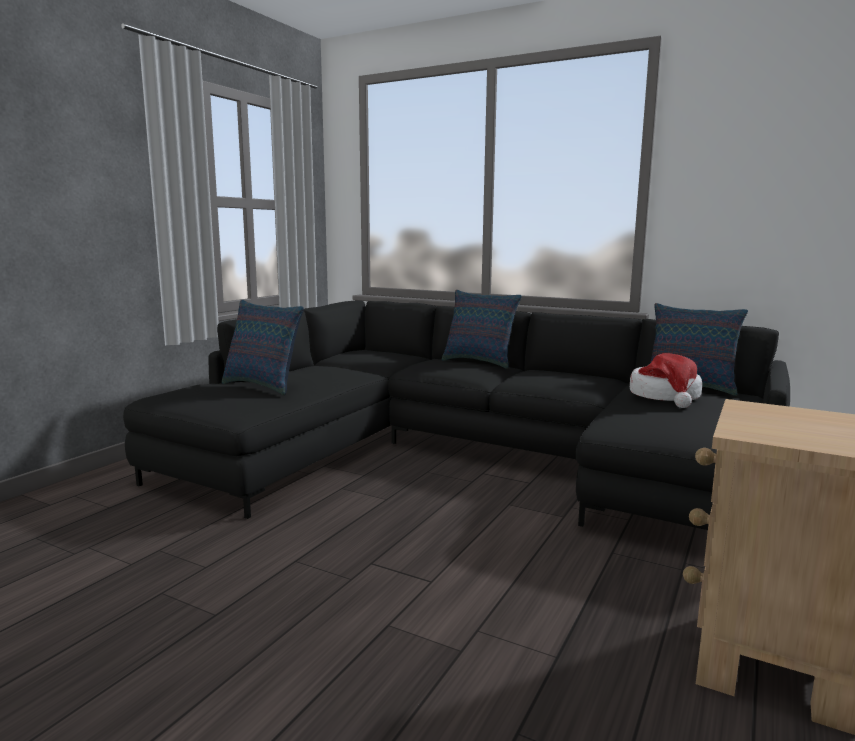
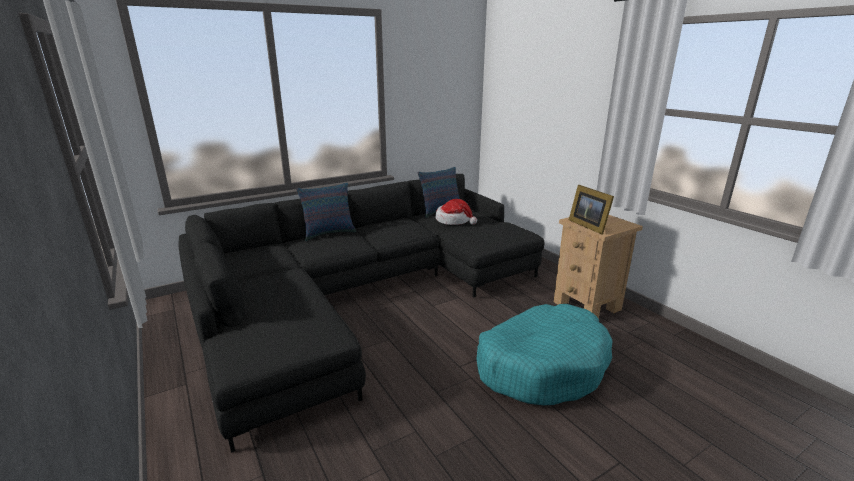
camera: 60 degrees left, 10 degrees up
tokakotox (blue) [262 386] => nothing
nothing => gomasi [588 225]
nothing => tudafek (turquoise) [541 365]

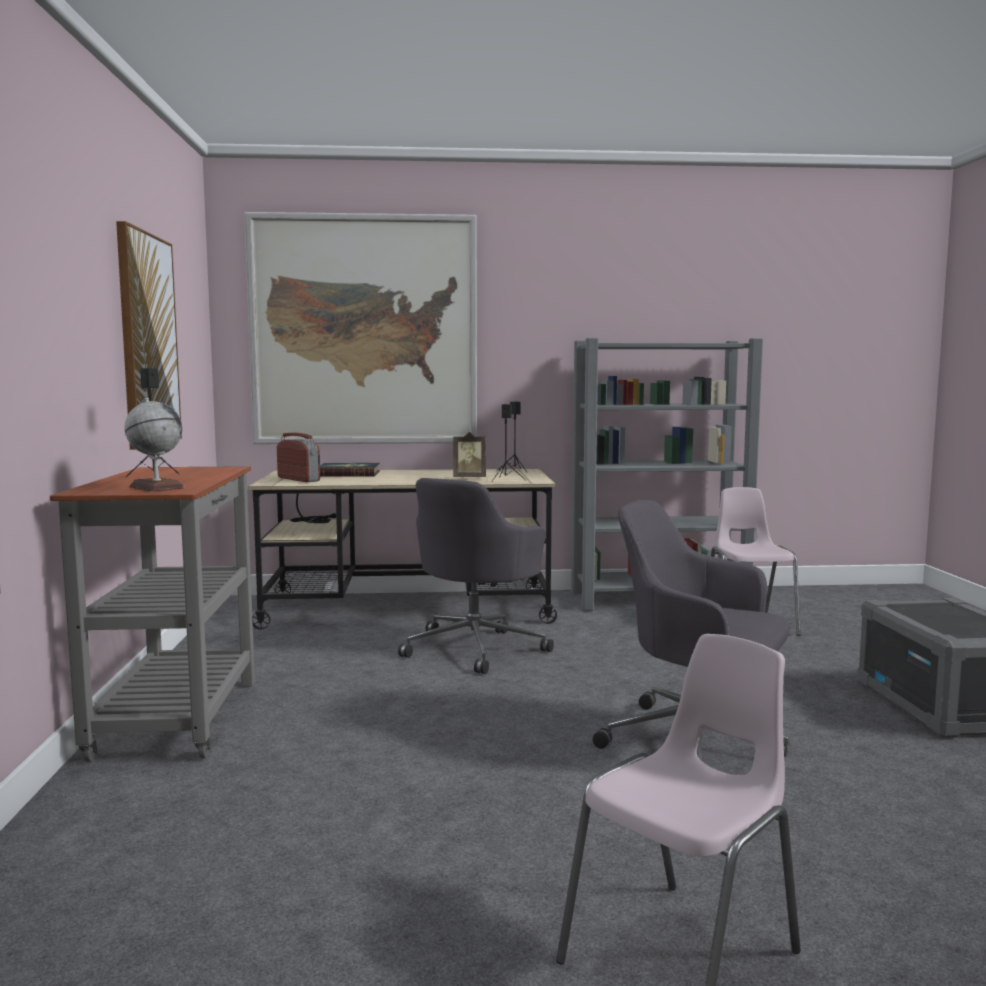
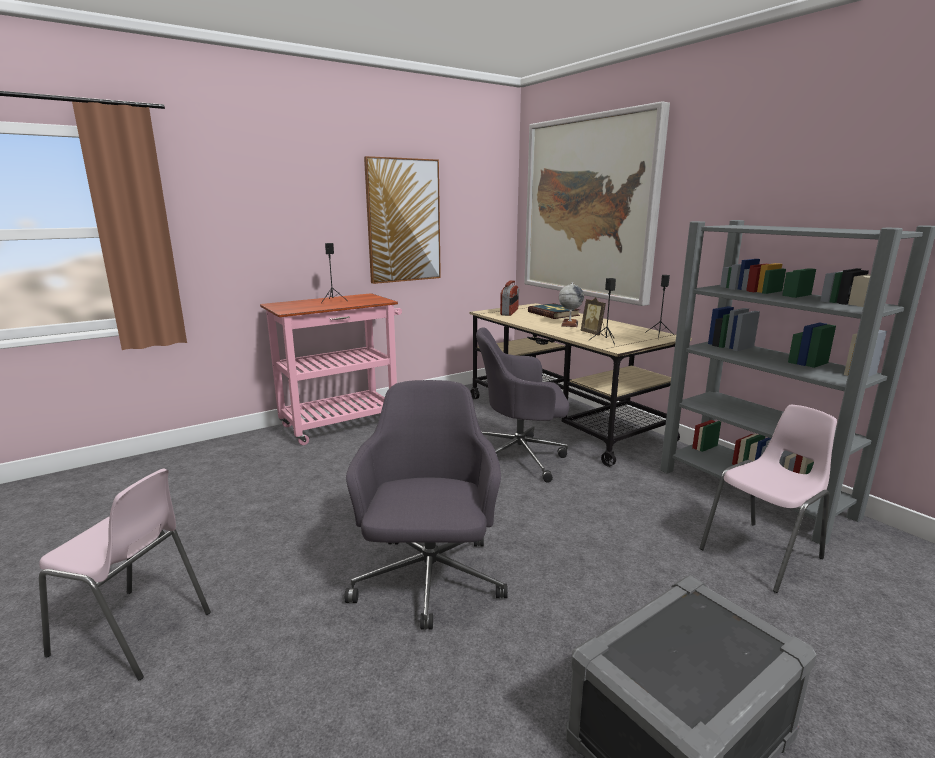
camera: 60 degrees right, 10 degrees up
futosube [156 487] => futosube [569 324], moved
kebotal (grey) [178 718] => kebotal (pink) [341 424]

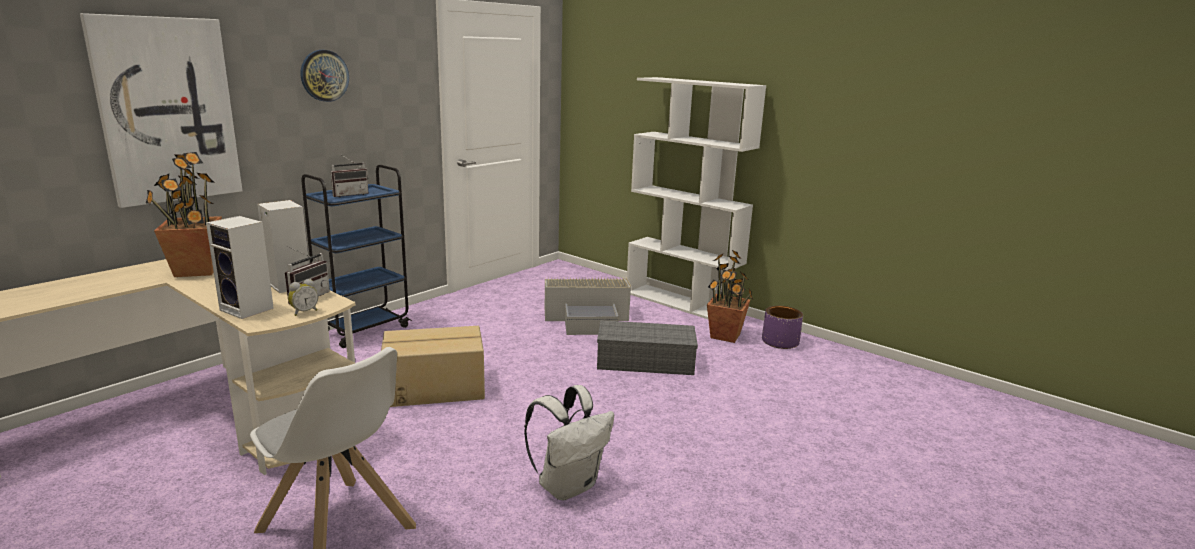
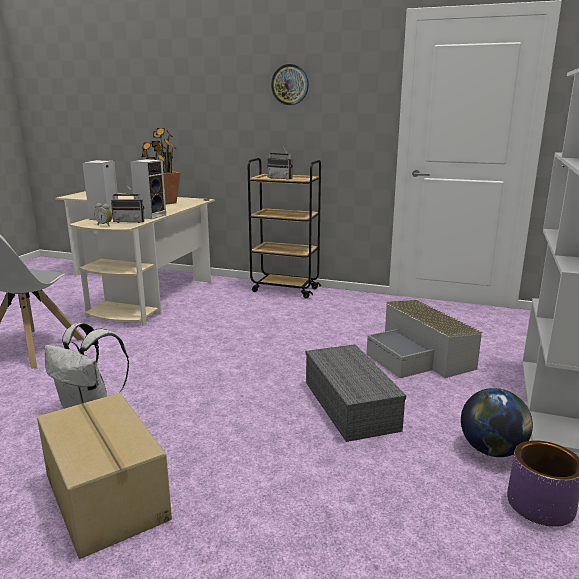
camera: 70 degrees right, 0 degrees up
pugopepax [167 111] => nothing
kebotal (blue) [365 331] => kebotal (brown) [286 290]
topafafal [725 336] => futosube [492 450]
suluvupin [434 388] => suluvupin [108 496], moved

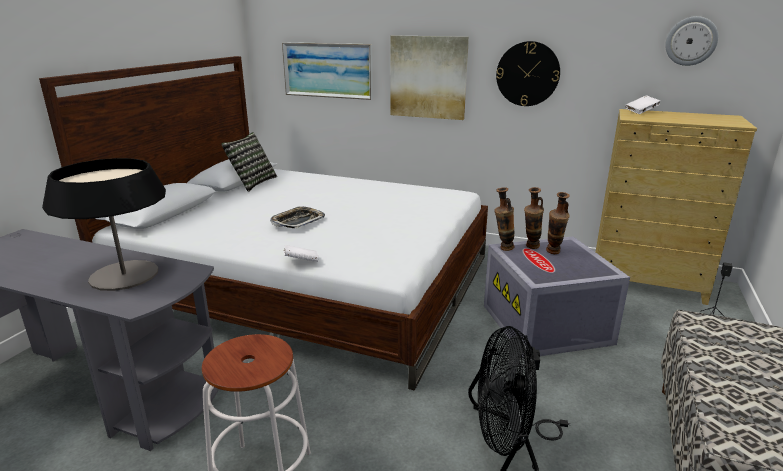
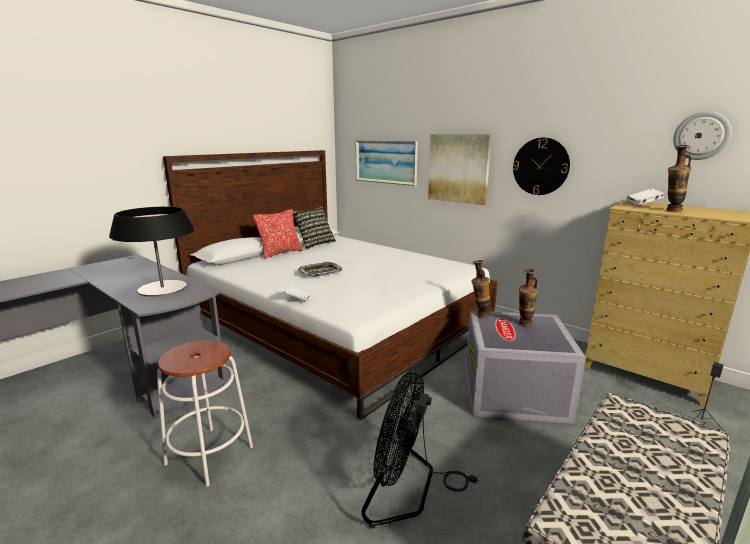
camera: 20 degrees right, 5 degrees down
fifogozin [530 248] => fifogozin [671 211], moved
nothing => tokakotox [280 253]

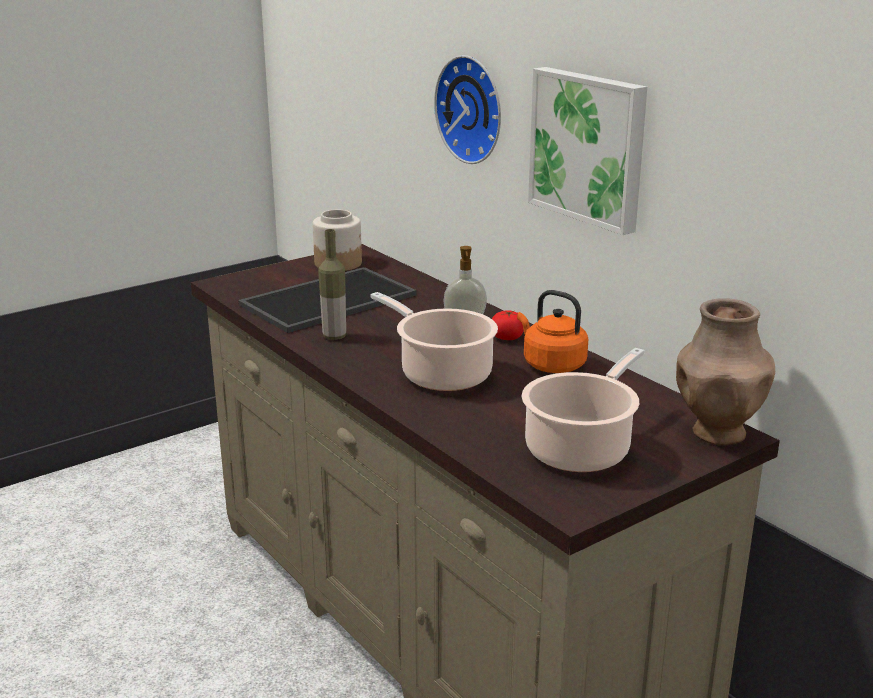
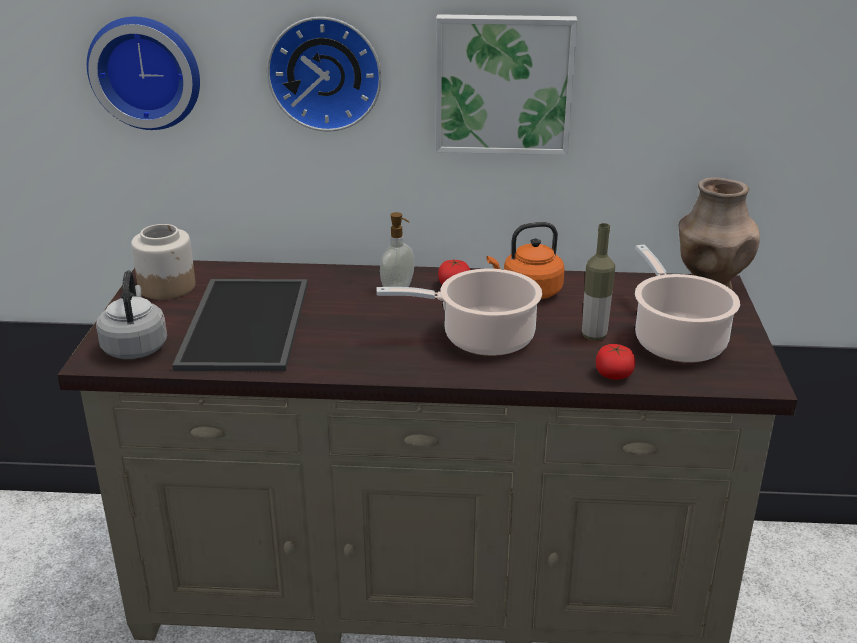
camera: 50 degrees left, 5 degrees up
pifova [334 336] => pifova [594 336], moved
nothing => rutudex [146 71]
nothing => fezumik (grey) [135 347]
nothing => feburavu [614 374]

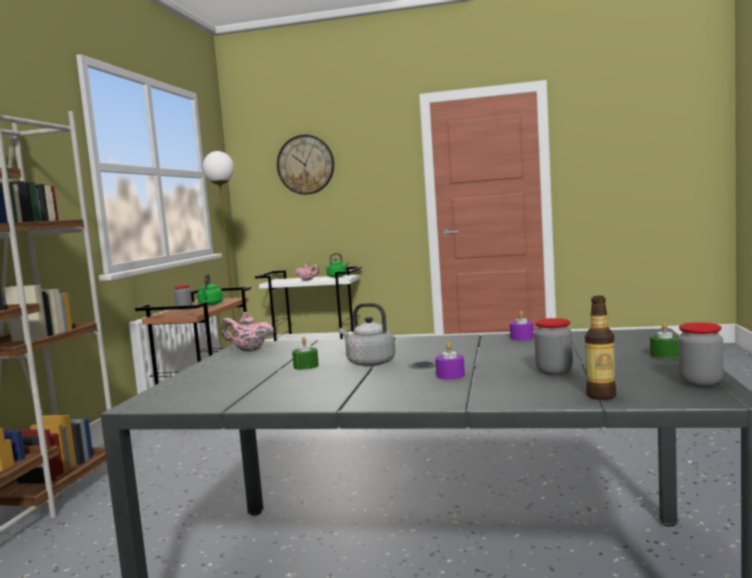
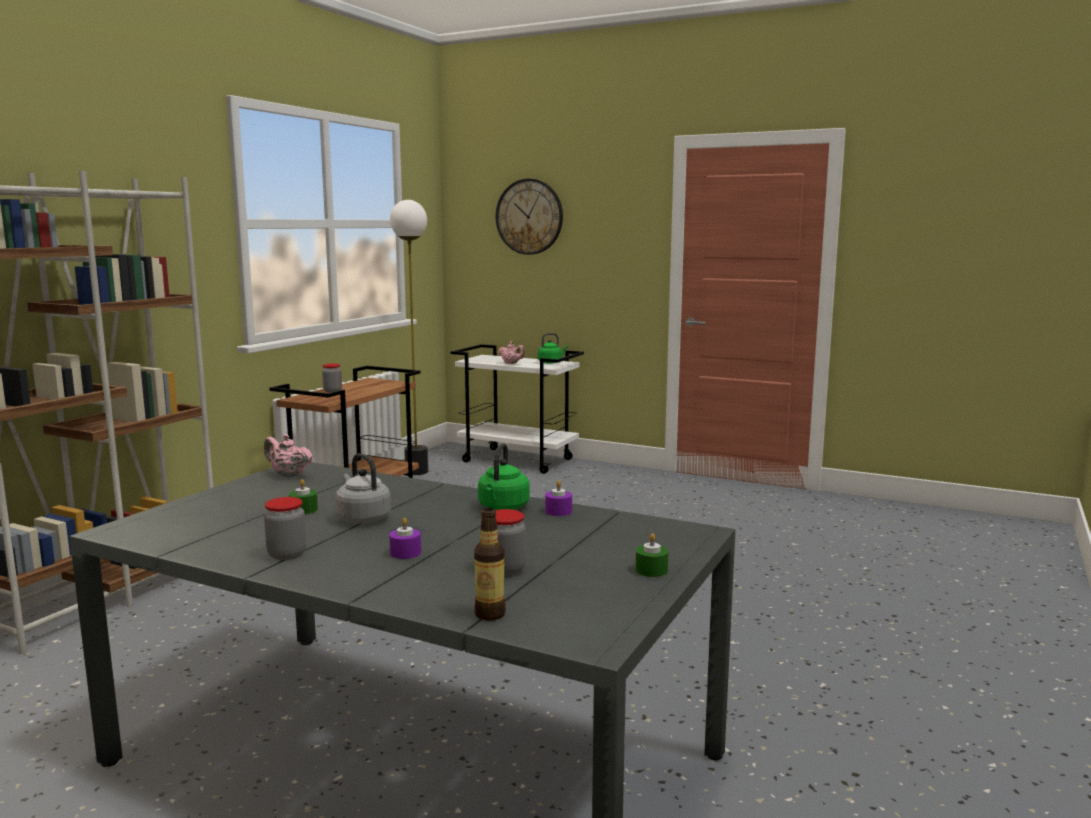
camera: 15 degrees right, 5 degrees up
fezumik (green) [210 304] => fezumik (green) [502 508], moved
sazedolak [700 382] => sazedolak [287 554], moved

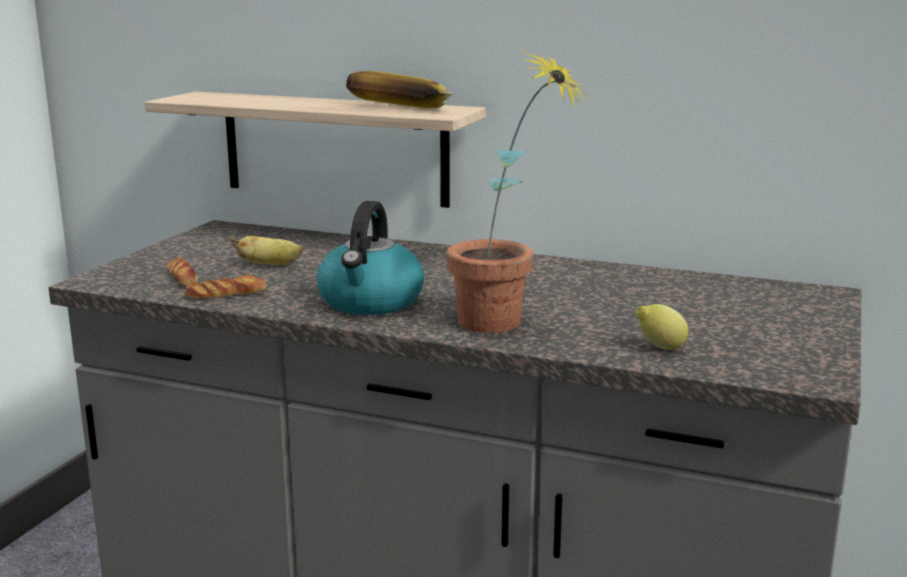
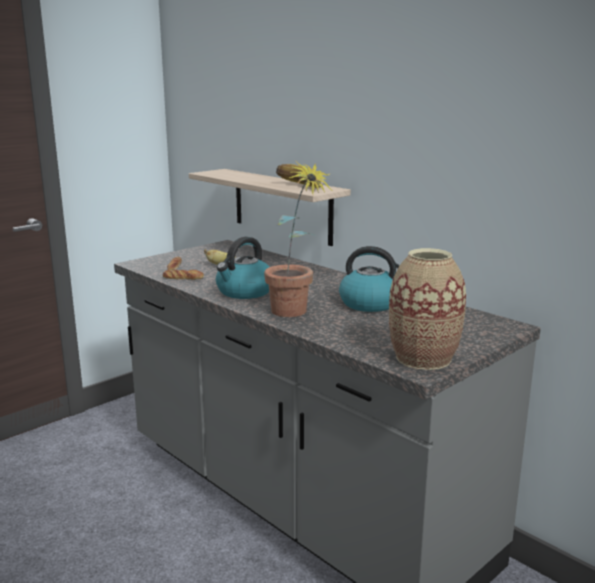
camera: 25 degrees right, 0 degrees up
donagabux [659 348] => nothing
nothing => fezumik [371 303]
nothing => fifogozin [423 358]

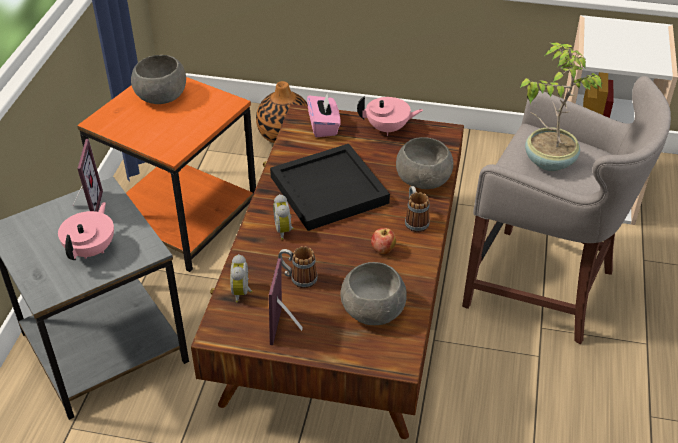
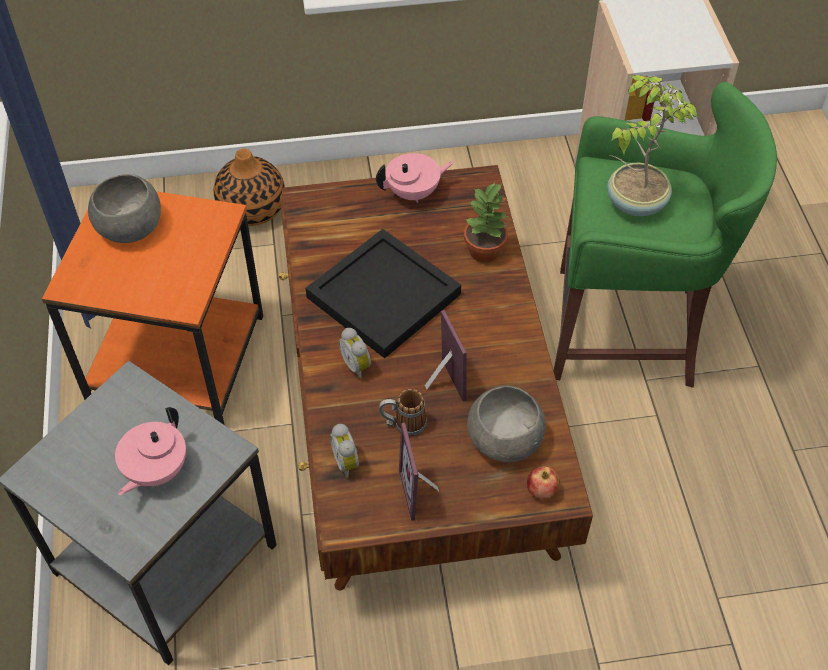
camera: 20 degrees left, 10 degrees up
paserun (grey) [544 287] => paserun (green) [630 329]
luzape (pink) [324 126] => nothing
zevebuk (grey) [424 179] => topafafal [485 251]
gomasi [86 206] => gomasi [440 384], moved
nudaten [415 220] => nothing
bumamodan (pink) [92 249] => bumamodan (pink) [155 470], 150 degrees counterclockwise
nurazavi [383 250] => nurazavi [541 491], moved

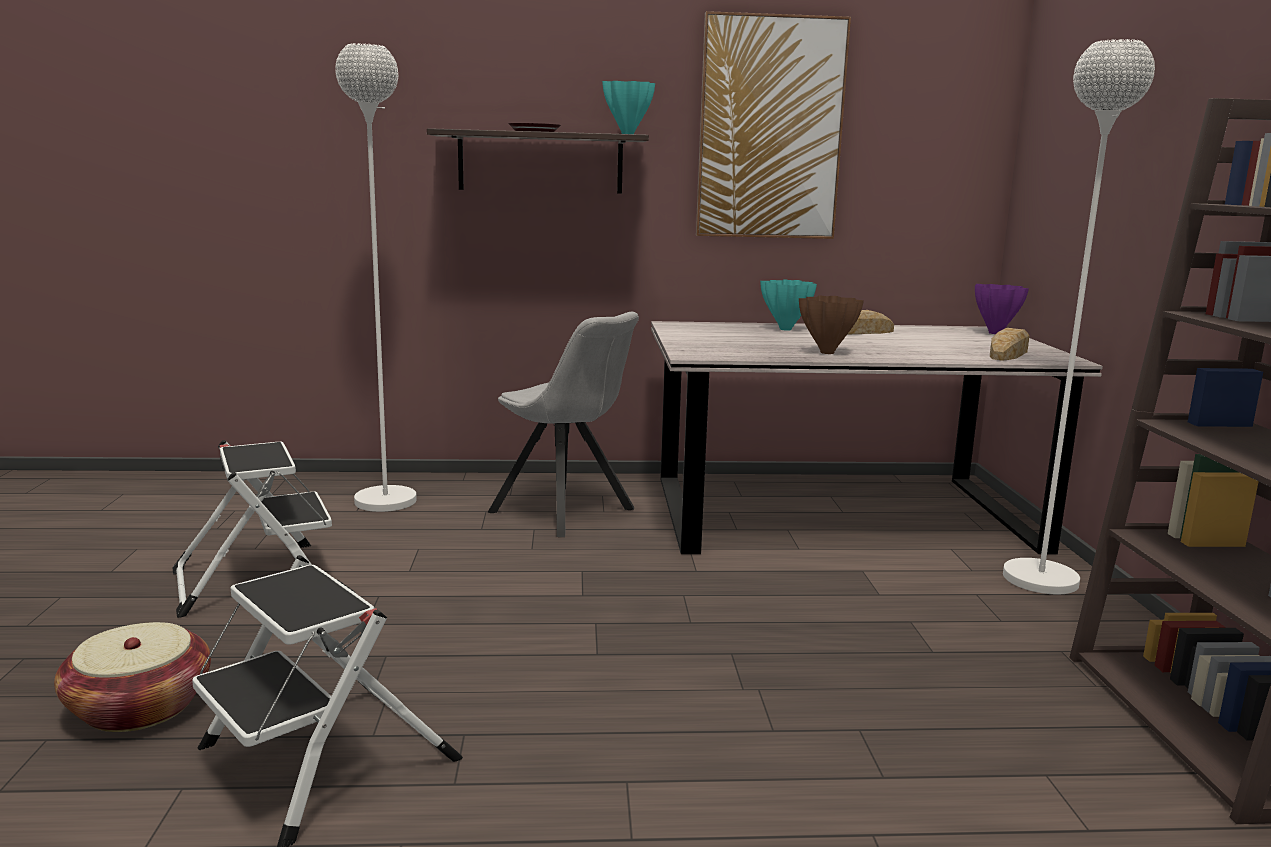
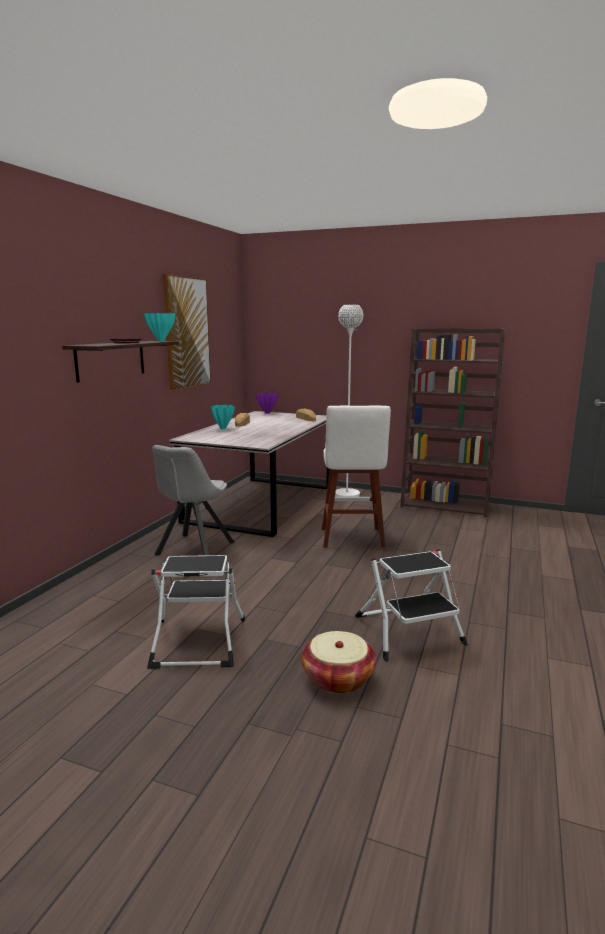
camera: 65 degrees left, 0 degrees up
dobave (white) [386 501] => nothing
fifogozin (brown) [828 352] => nothing
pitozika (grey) [565 511] => pitozika (grey) [194 549], 135 degrees clockwise
nothing => paserun (white) [351 539]

